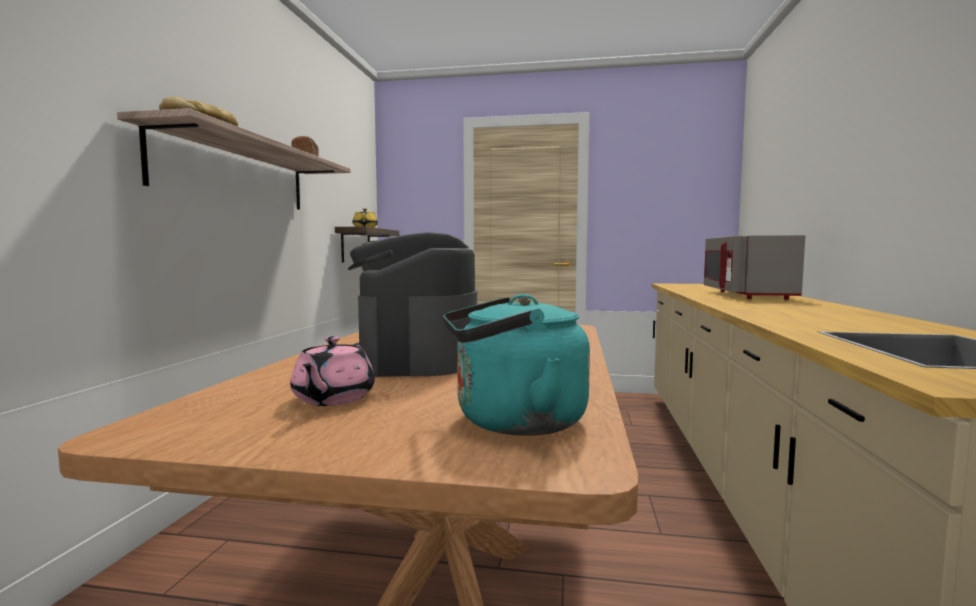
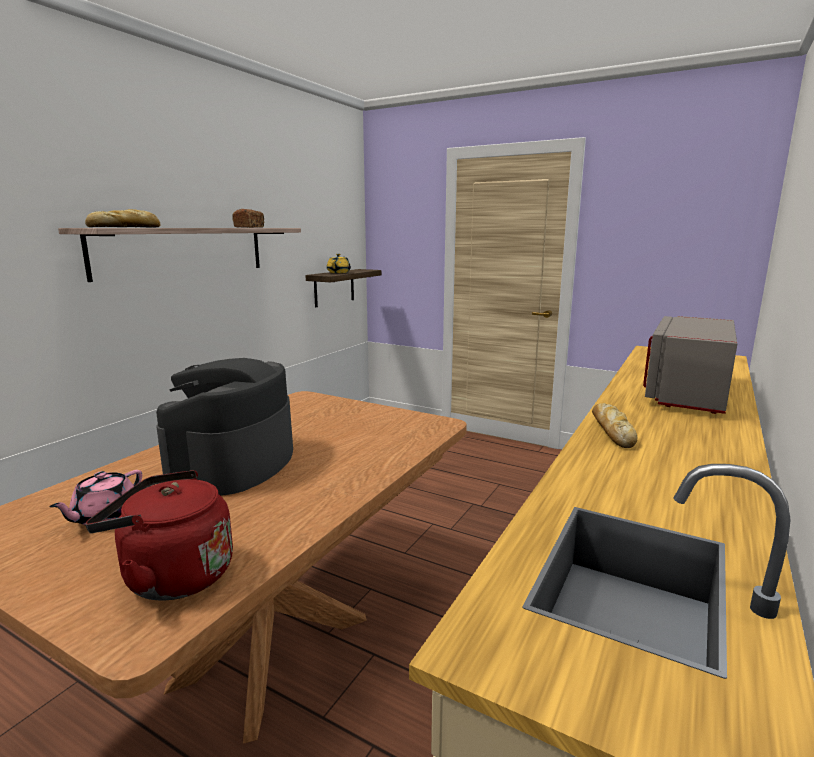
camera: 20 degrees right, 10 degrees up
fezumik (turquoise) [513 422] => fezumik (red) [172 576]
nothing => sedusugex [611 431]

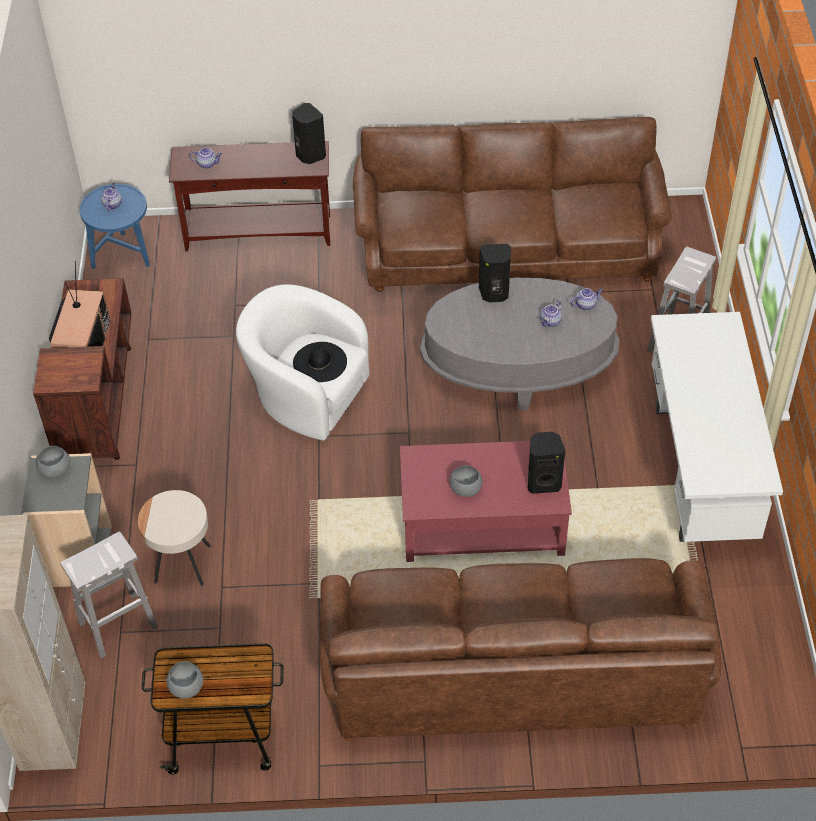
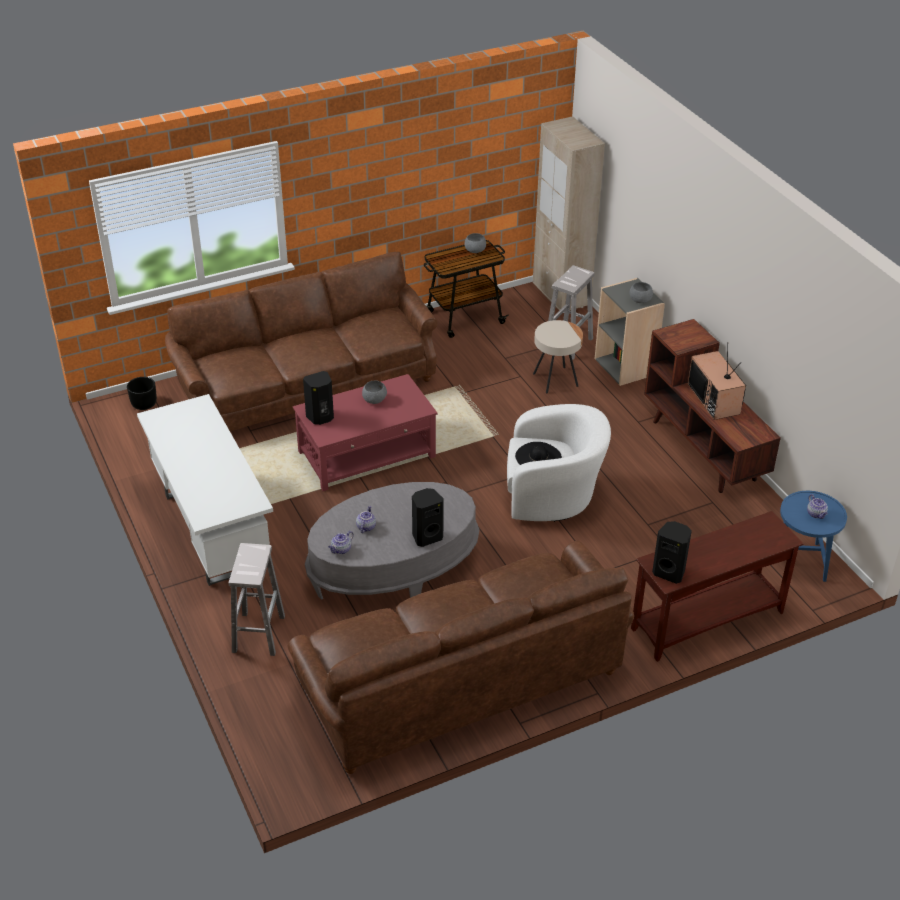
camera: 155 degrees right, 10 degrees down
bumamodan [207 164] => nothing
nothing => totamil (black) [144 404]

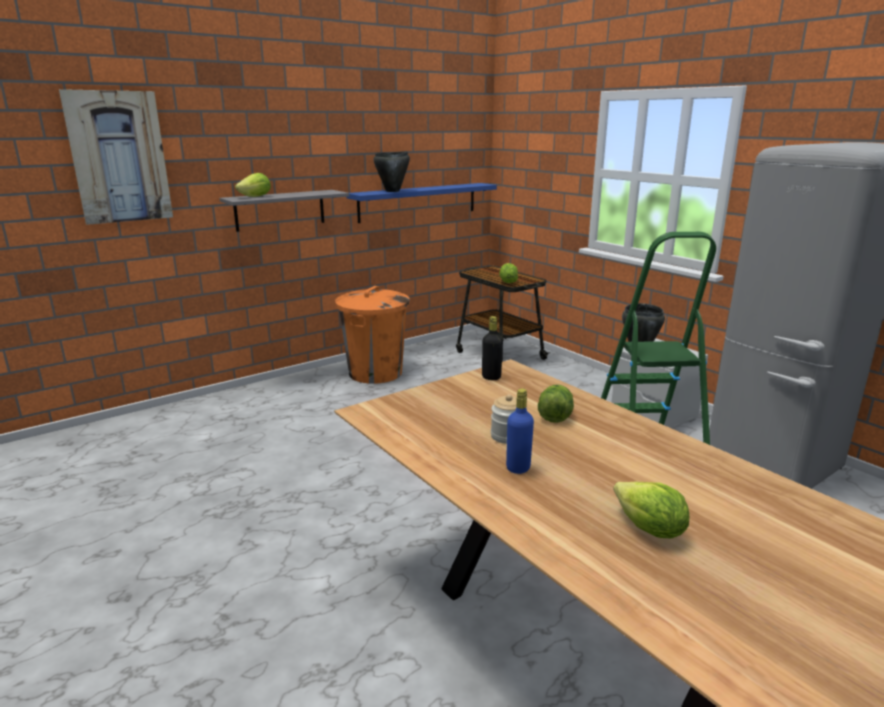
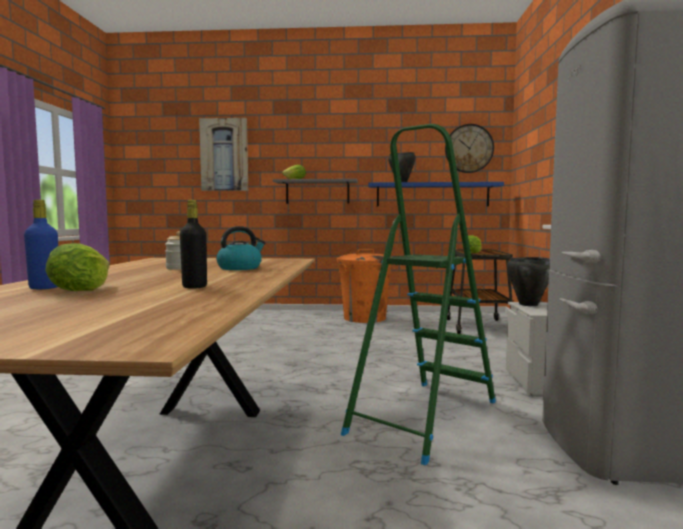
camera: 40 degrees right, 15 degrees down
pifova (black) [491 377] => pifova (black) [194 287], moved
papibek [554 414] => fezumik [240 268]
pifova (blue) [518 468] => pifova (blue) [44 288], moved
nothing => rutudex [469 148]

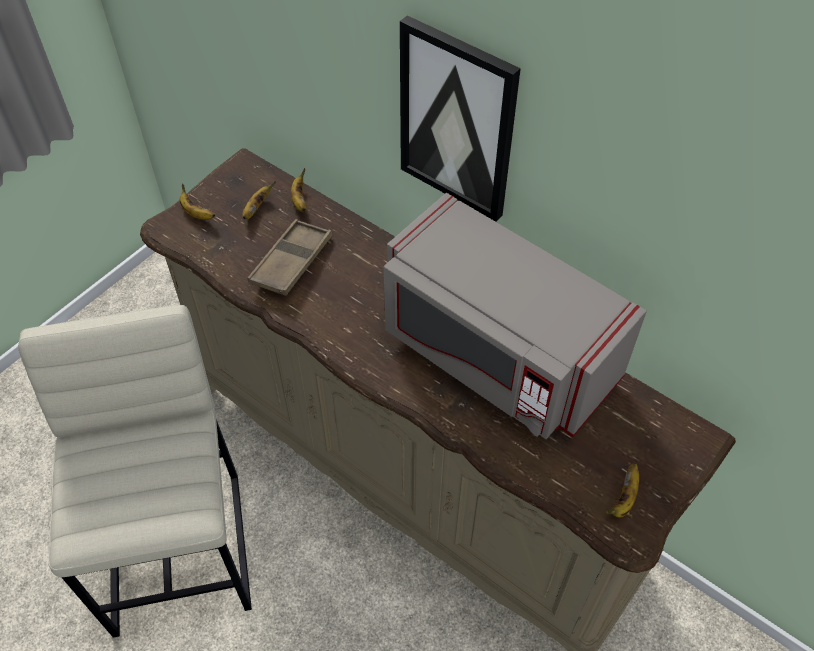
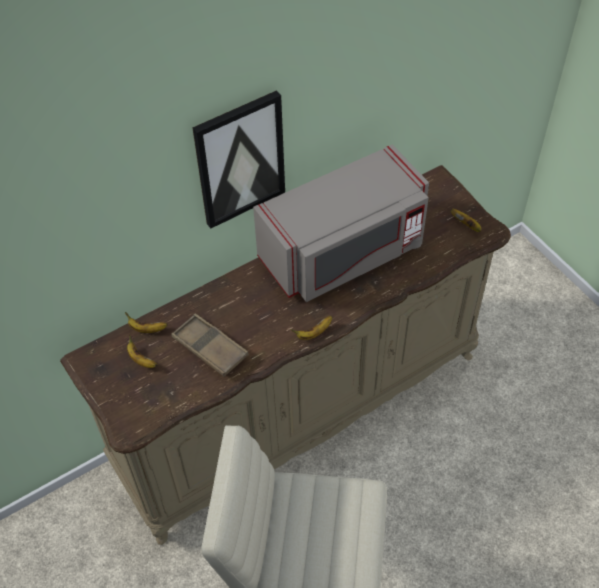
camera: 70 degrees left, 0 degrees up
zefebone [196 213] => zefebone [313 333], moved

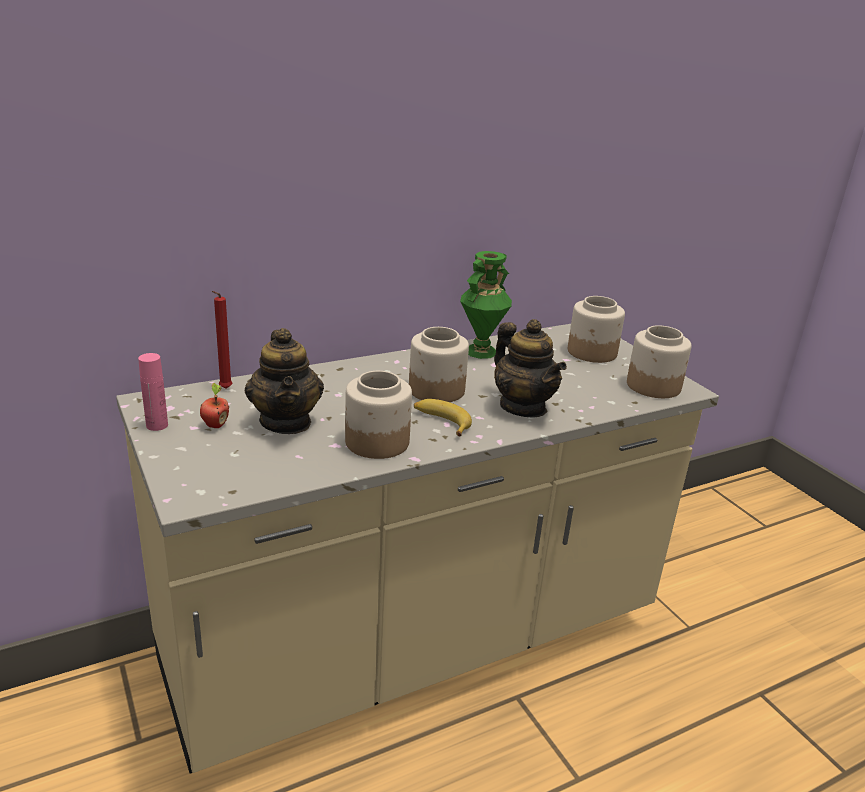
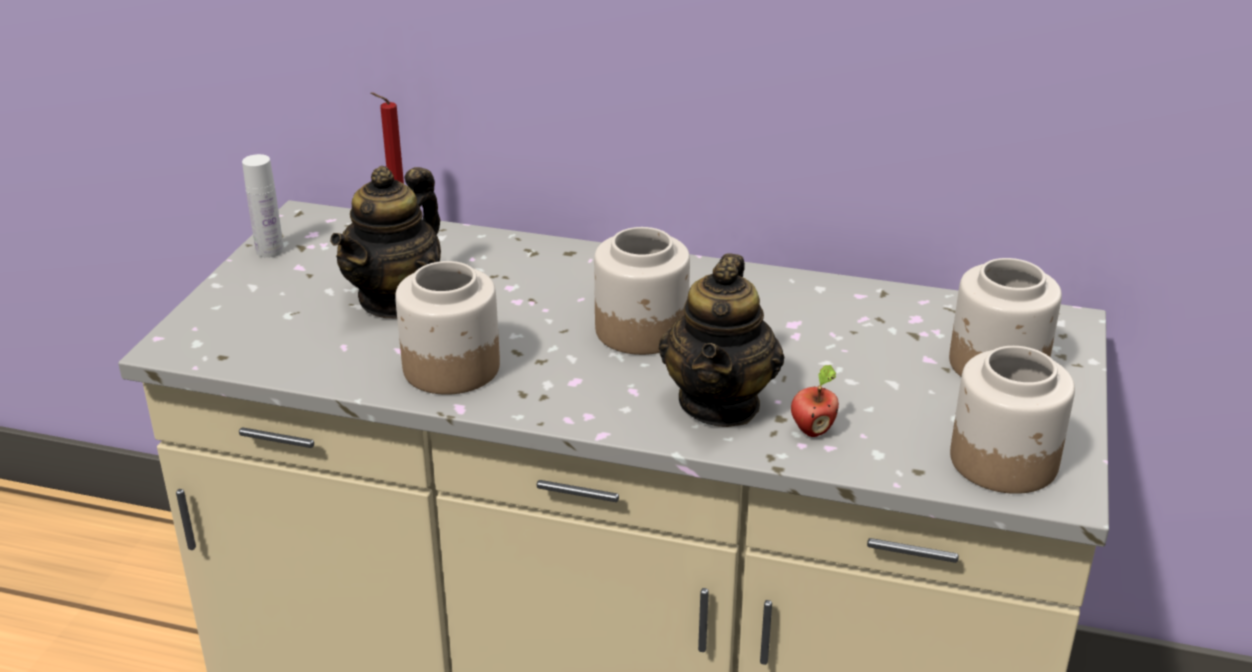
camera: 45 degrees right, 5 degrees up
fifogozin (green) [481 352] => nothing
pifova (pink) [157 425] => pifova (white) [270 250]
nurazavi [215 425] => nurazavi [812 430], moved
zefebone [441 422] => nothing

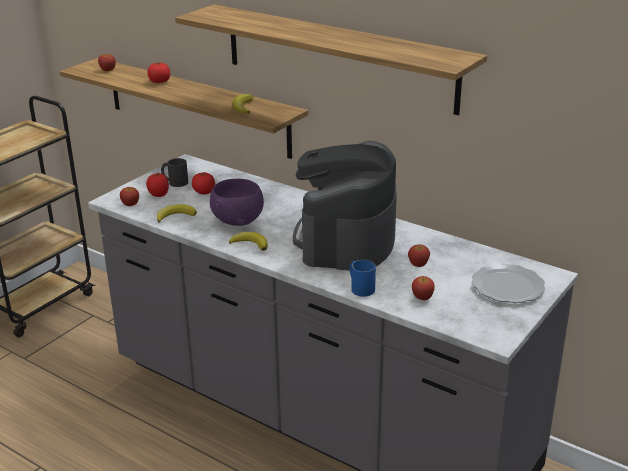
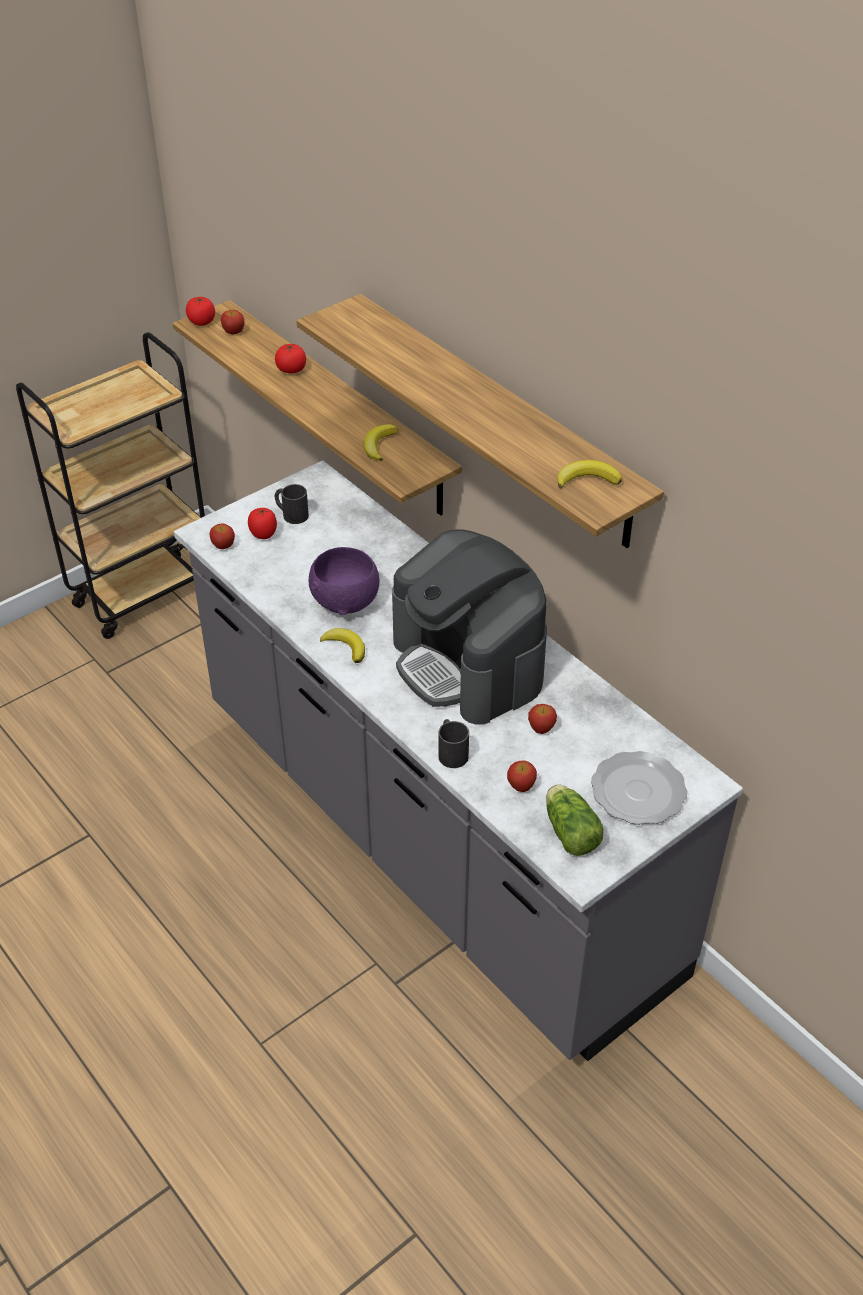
camera: 15 degrees right, 15 degrees up
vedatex [346 239] => vedatex [468 664], 60 degrees counterclockwise
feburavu [204 192] => feburavu [201 322], moved
zefebone [175 215] => zefebone [587 479], moved
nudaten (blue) [360 287] => nudaten (black) [451 751]
nothing => papibek [569 830]

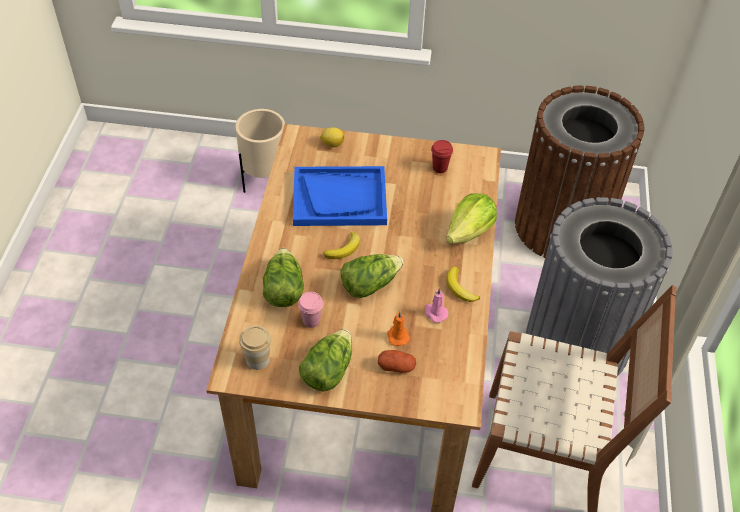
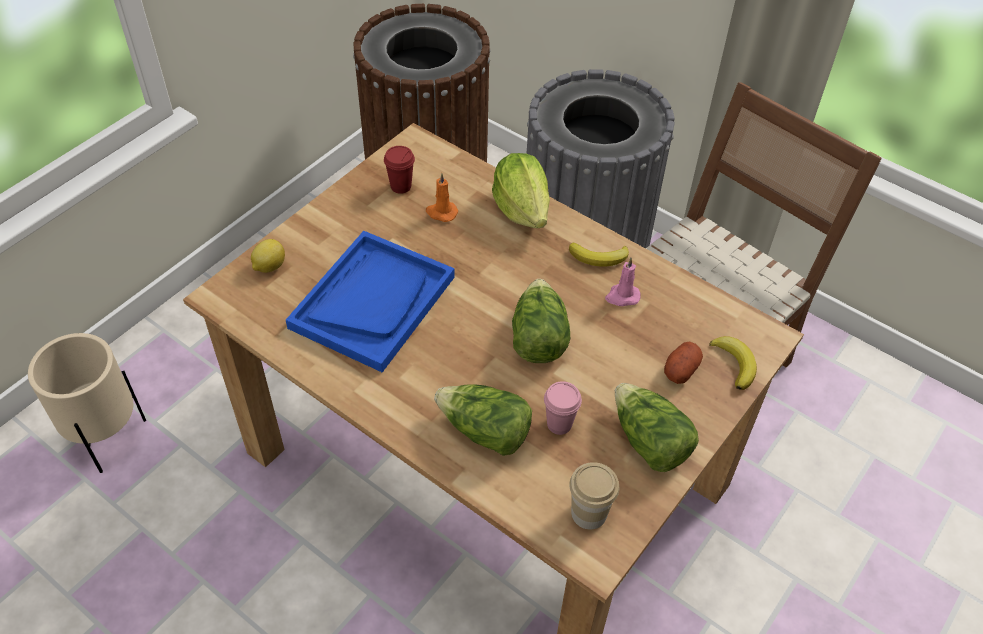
camera: 60 degrees left, 0 degrees up
zefebone [344 249] => zefebone [735 364], moved
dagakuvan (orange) [397 336] => dagakuvan (orange) [441 212], moved

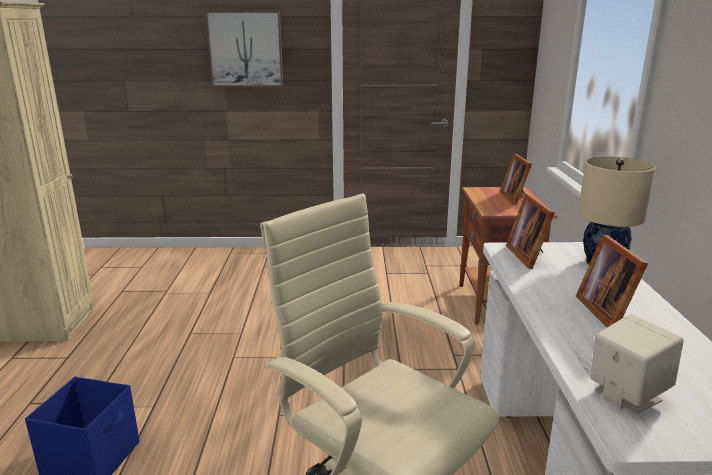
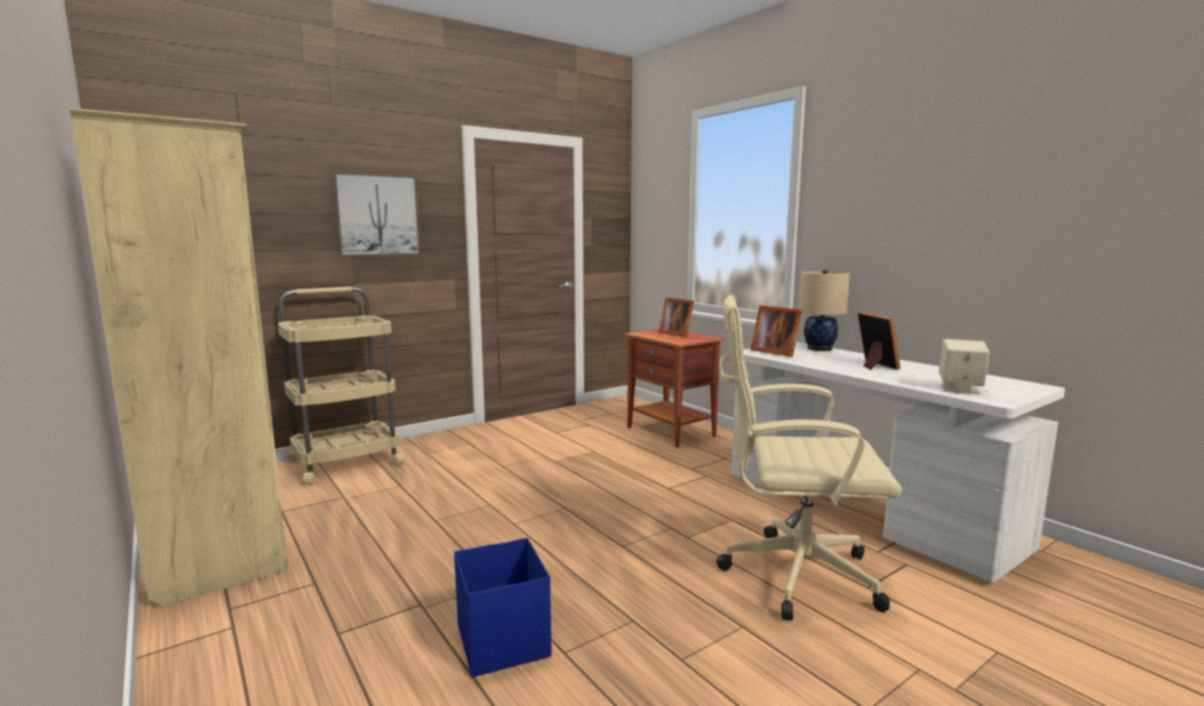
camera: 35 degrees left, 10 degrees down
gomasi [607 311] => gomasi [873 365], 150 degrees counterclockwise
nothing => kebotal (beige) [346 463]

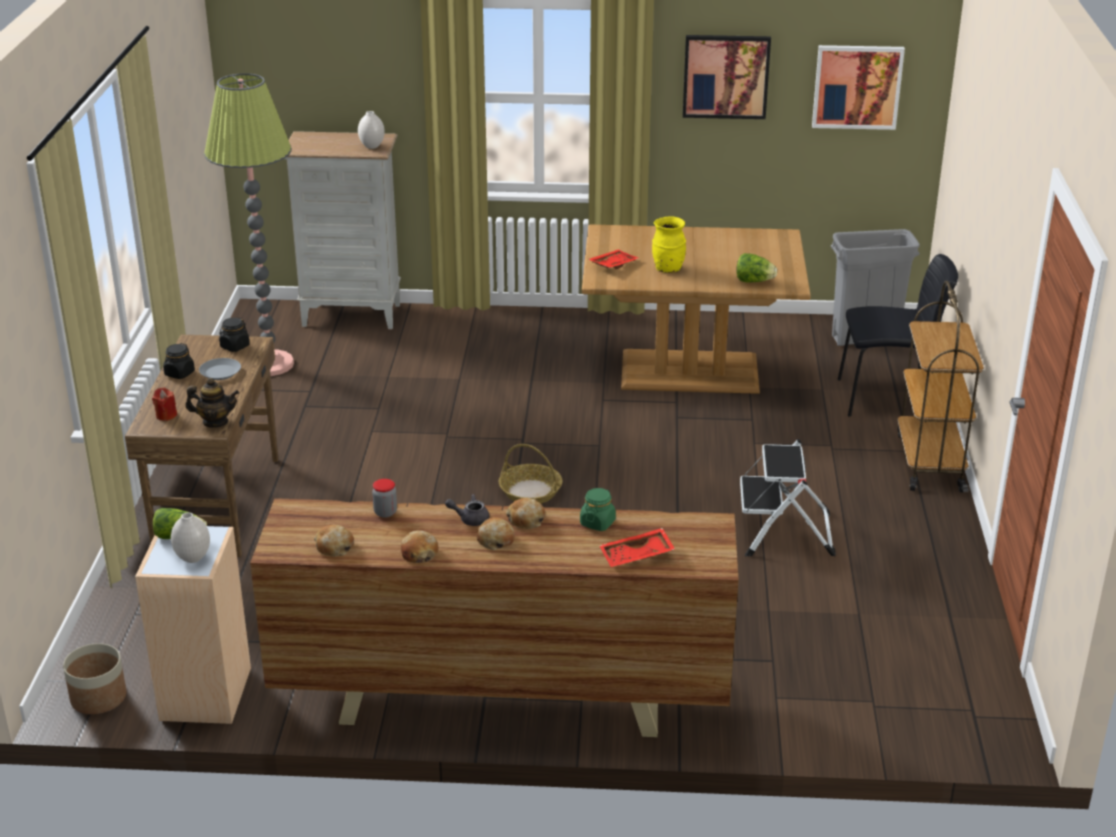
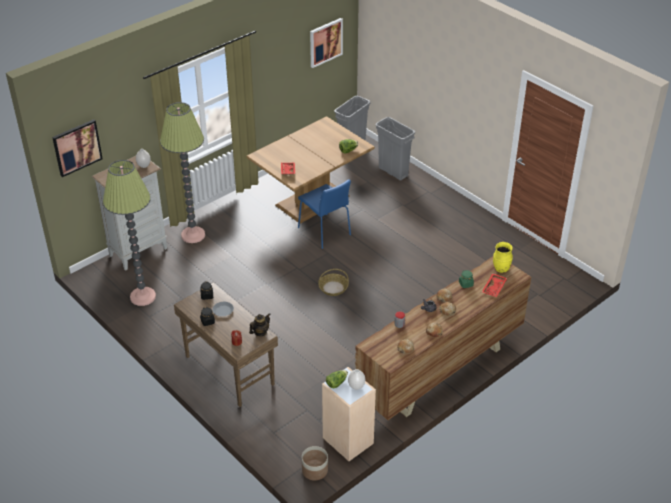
camera: 45 degrees left, 10 degrees up
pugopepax [726 76] => pugopepax [77 147], moved
fifogozin (yellow) [667 269] => fifogozin (yellow) [501 269], moved
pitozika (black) [889 397] => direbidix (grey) [393 172]
kebotal (brown) [930 462] => nothing
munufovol [784 531] => nothing
nothing => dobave [193 235]
nothing => pitozika (blue) [325 232]

